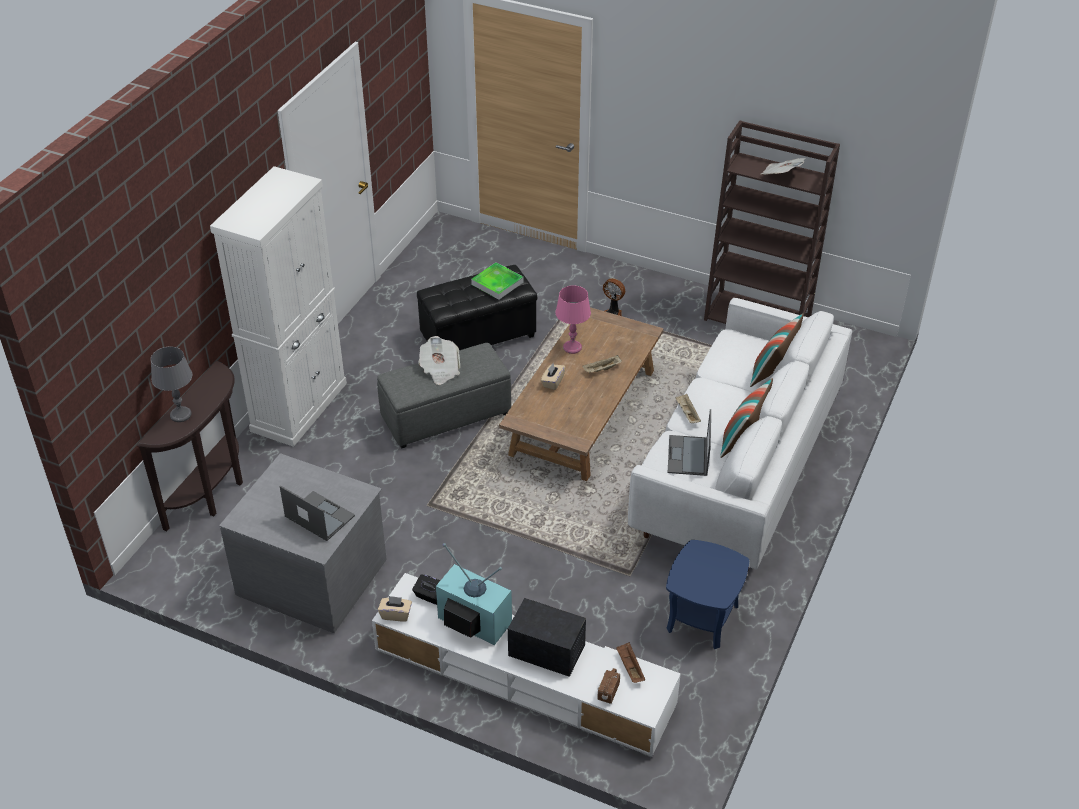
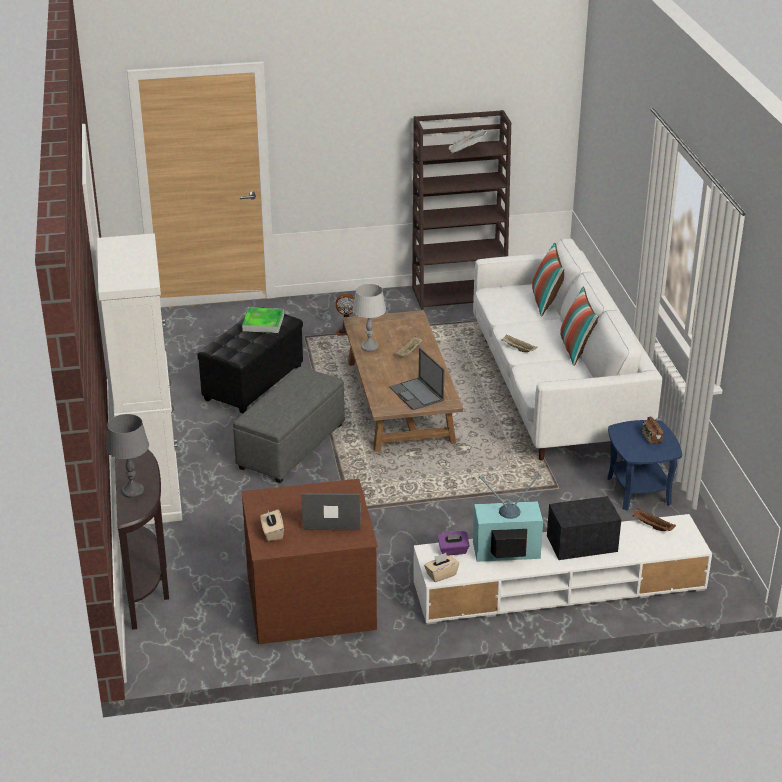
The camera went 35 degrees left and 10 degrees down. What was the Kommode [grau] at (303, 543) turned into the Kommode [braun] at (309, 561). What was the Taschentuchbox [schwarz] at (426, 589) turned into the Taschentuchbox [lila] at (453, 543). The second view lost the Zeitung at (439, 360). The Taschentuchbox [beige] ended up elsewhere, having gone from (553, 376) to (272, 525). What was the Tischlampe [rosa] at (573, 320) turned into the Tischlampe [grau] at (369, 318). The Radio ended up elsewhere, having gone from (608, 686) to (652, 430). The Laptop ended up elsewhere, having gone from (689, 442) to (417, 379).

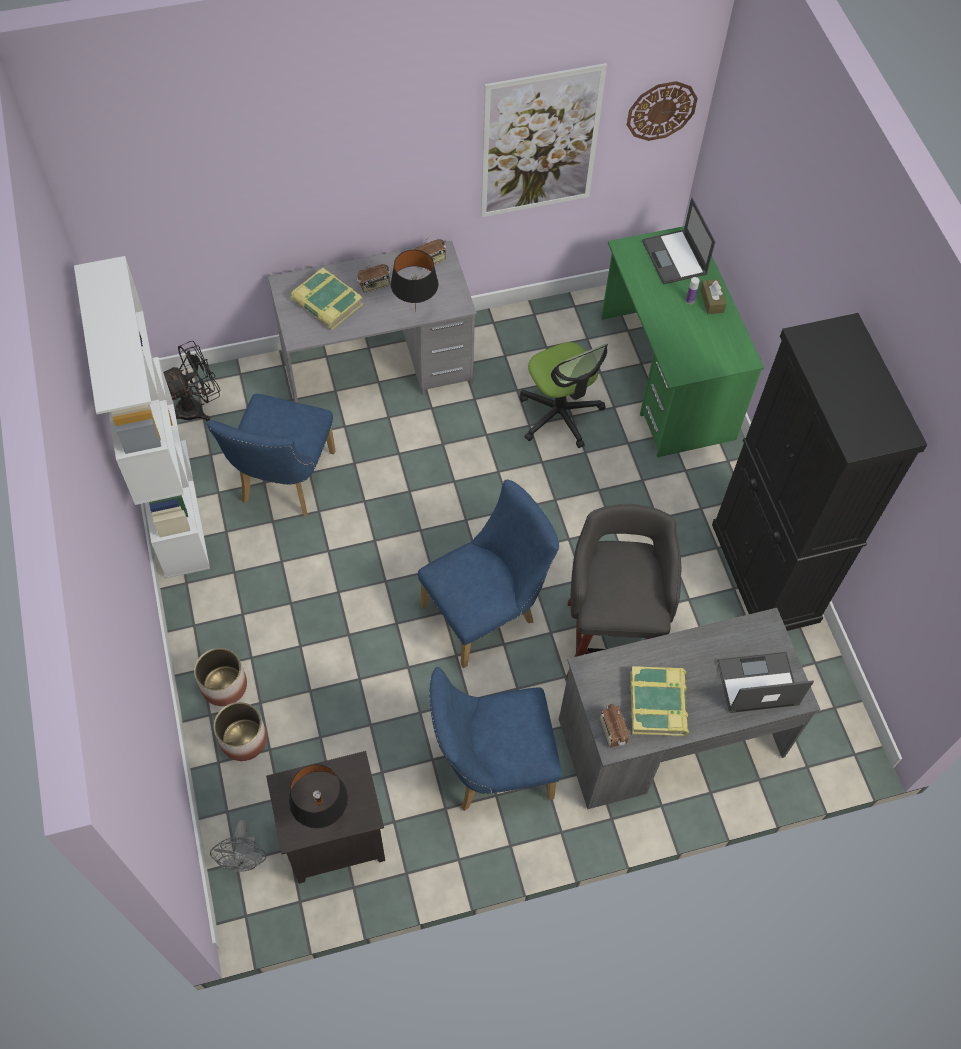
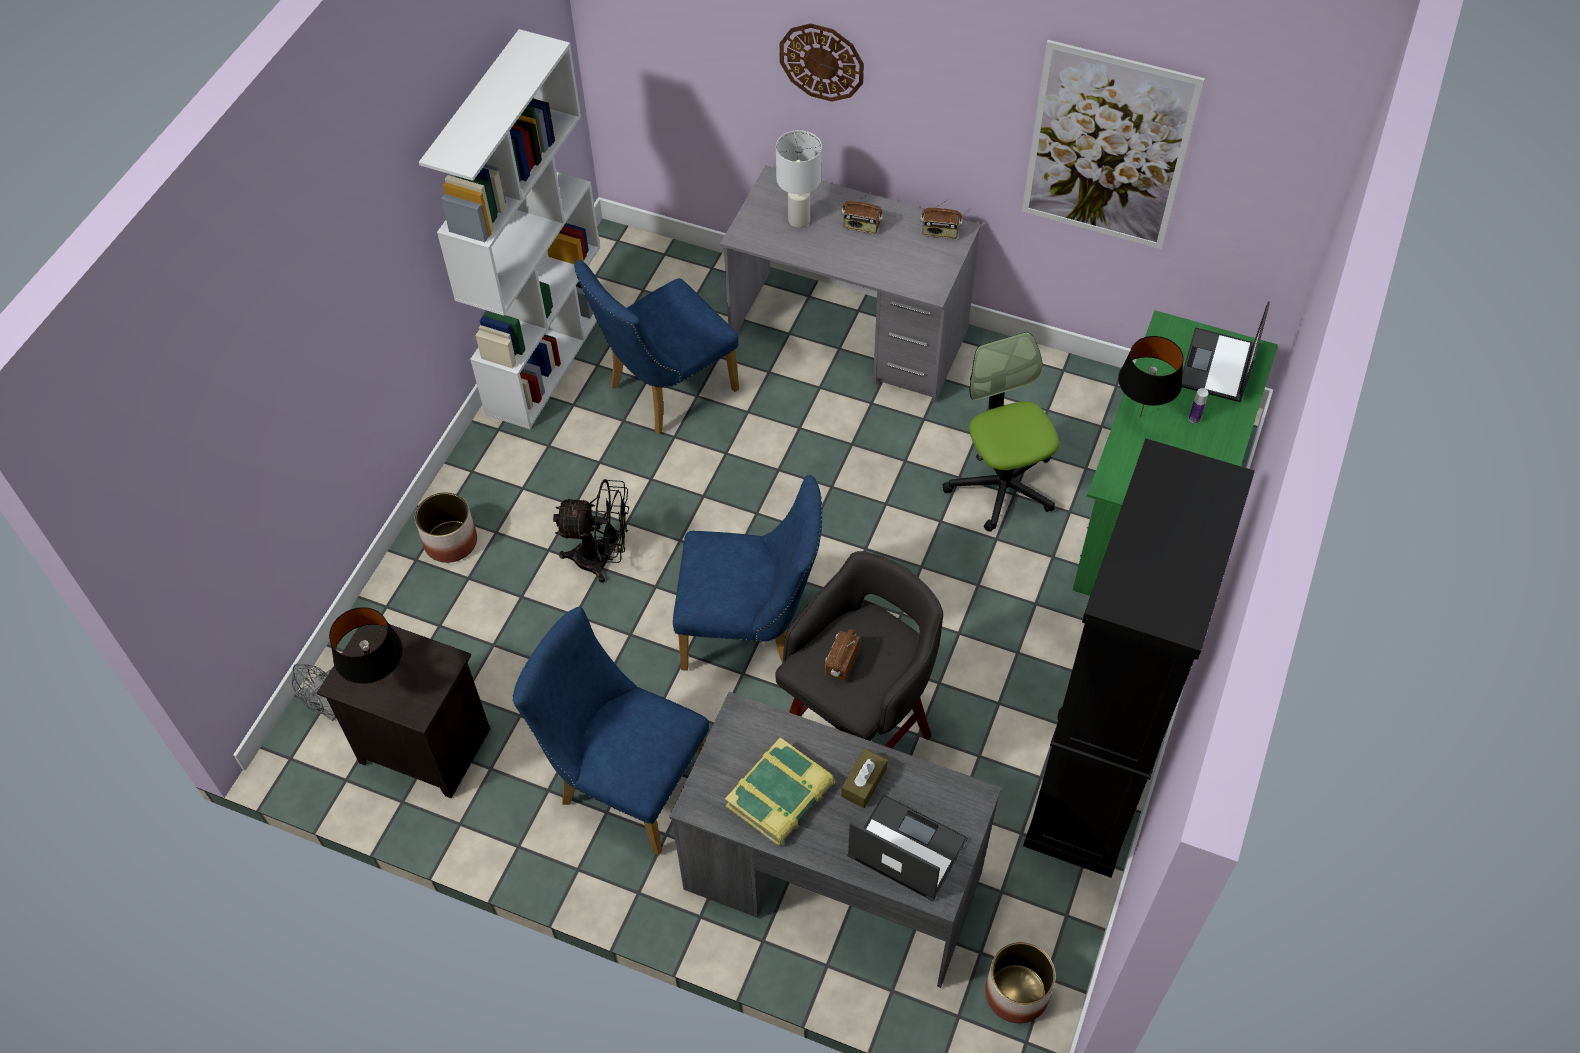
The camera went 40 degrees right and 5 degrees down. The Ventilator [schwarz] ended up elsewhere, having gone from (191, 381) to (591, 531). The Pflanzkübel ended up elsewhere, having gone from (240, 731) to (1020, 982). Where the Buch stood at (326, 298), the Tischlampe [weiß] came to stand at (799, 179). The Tischlampe [schwarz] ended up elsewhere, having gone from (414, 281) to (1150, 376). The Bürostuhl at (563, 395) ended up facing another way, 150 degrees clockwise from before. The Radio ended up elsewhere, having gone from (614, 725) to (842, 655). The Wanduhr ended up elsewhere, having gone from (662, 111) to (821, 62). The Taschentuchbox [braun] ended up elsewhere, having gone from (713, 296) to (864, 778).

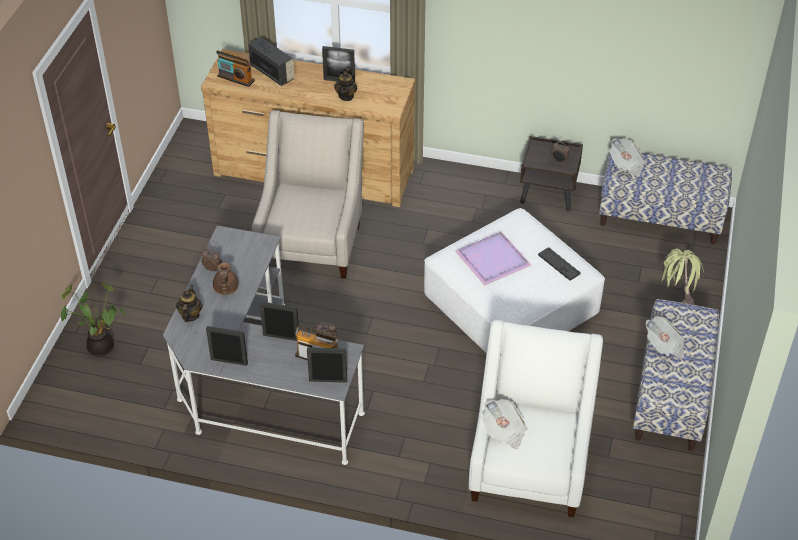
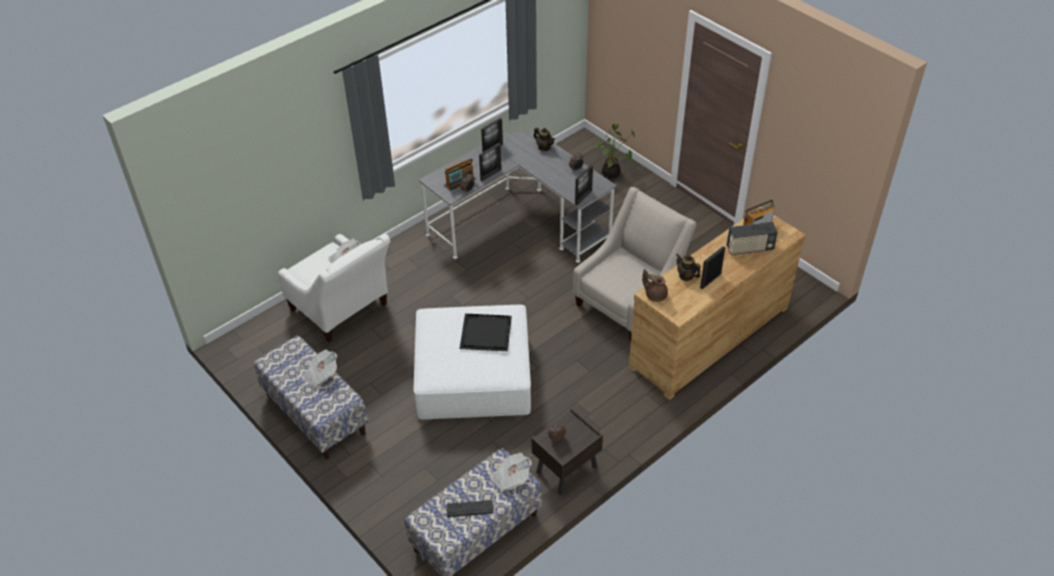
The camera went 125 degrees right and 0 degrees up. The Teekanne [braun] ended up elsewhere, having gone from (226, 279) to (655, 285). The Sessel [beige] at (308, 194) ended up facing another way, 90 degrees counterclockwise from before. The Bilderrahmen ended up elsewhere, having gone from (327, 365) to (584, 185). What was the Tablett [lila] at (493, 258) turned into the Tablett [schwarz] at (486, 332). The Tastatur ended up elsewhere, having gone from (559, 264) to (470, 508). The second view lost the Topfpflanze at (683, 277).

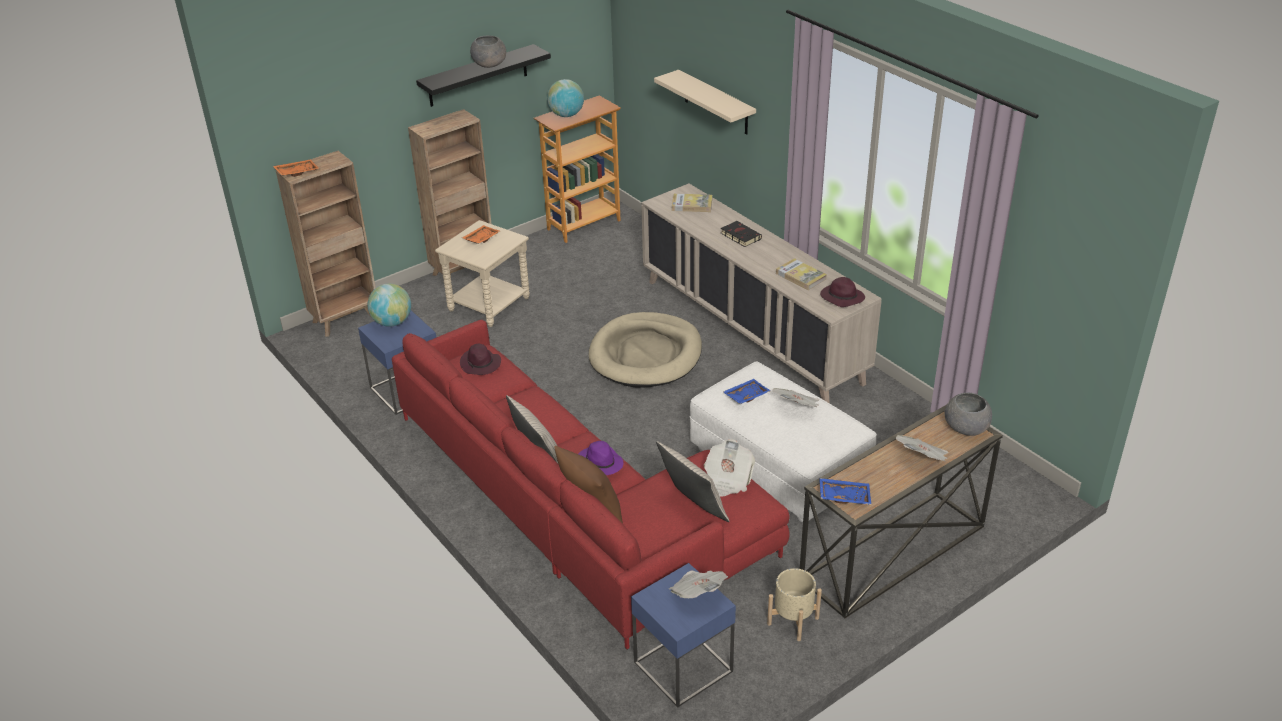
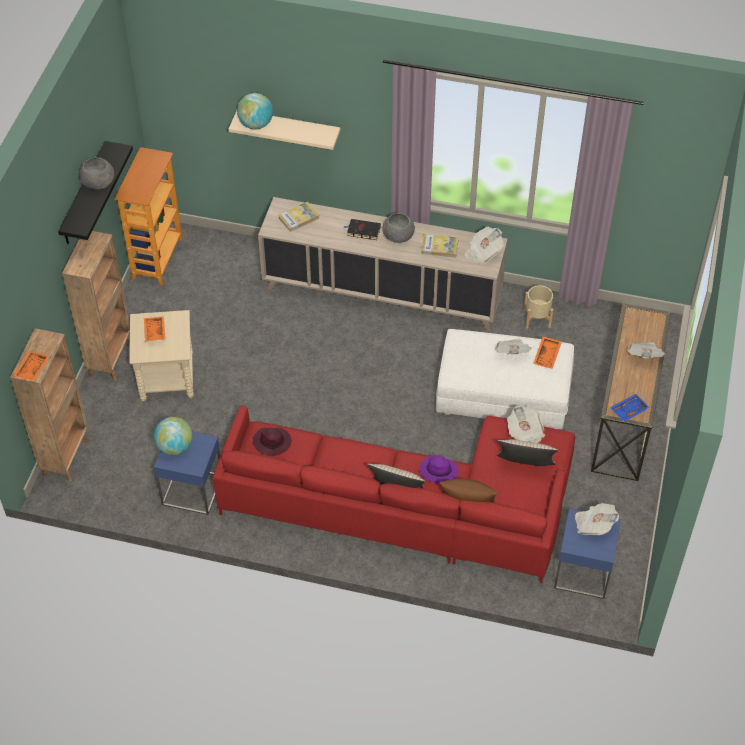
The camera went 40 degrees left and 15 degrees up. The Globus ended up elsewhere, having gone from (565, 98) to (255, 111). The second view lost the Hundebett [beige] at (645, 350). The second view lost the Tablett [blau] at (747, 391). The Pflanzkübel [beige] ended up elsewhere, having gone from (794, 604) to (538, 306). Where the Hut [lila] stood at (842, 292), the Zeitung came to stand at (484, 245). The Schüssel [grau] ended up elsewhere, having gone from (968, 414) to (398, 228). The second view gained the Tablett [orange] at (547, 353).

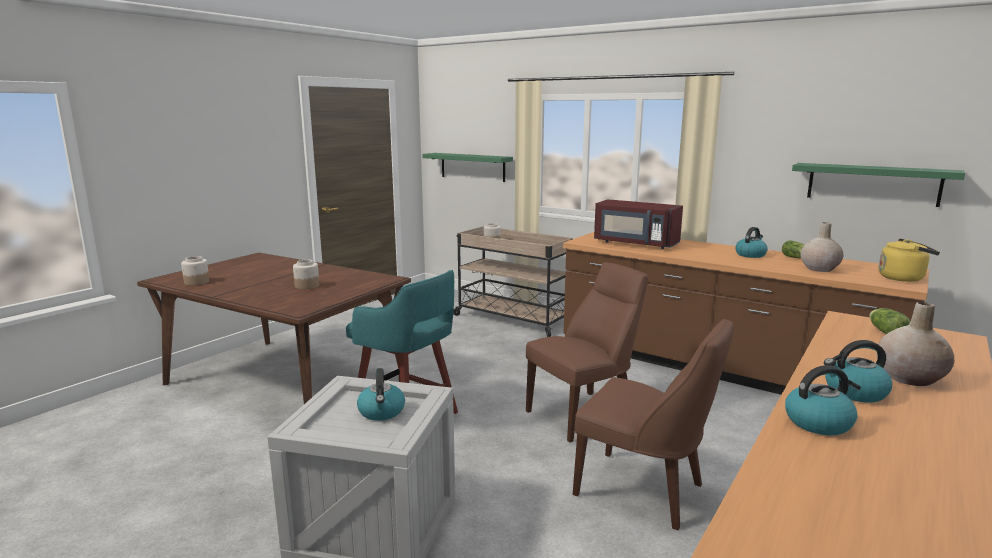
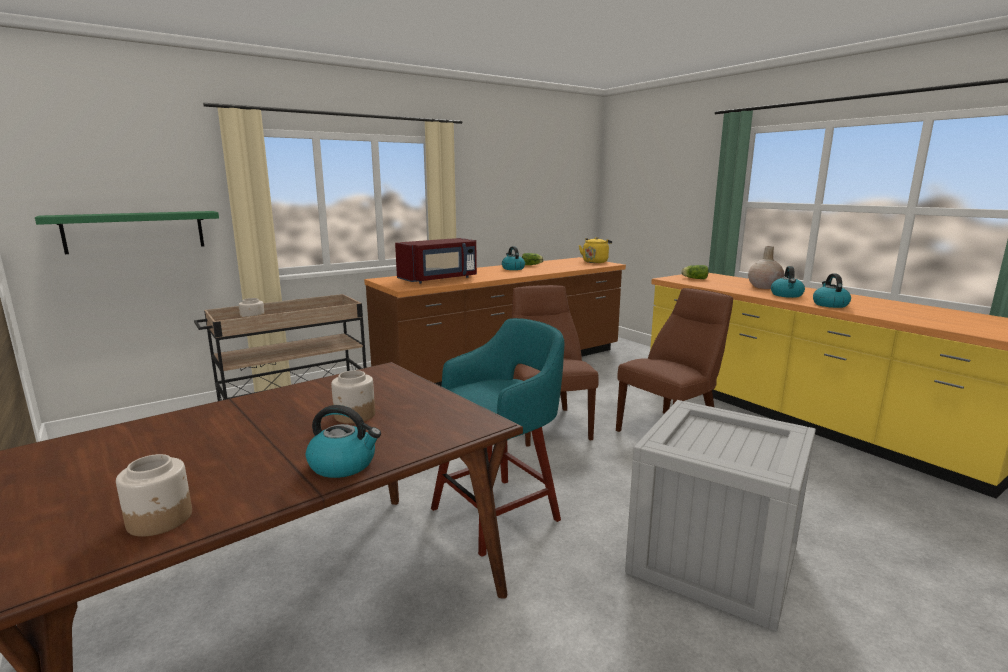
The camera went 70 degrees left and 0 degrees up. The Wasserkessel ended up elsewhere, having gone from (381, 394) to (343, 441). The second view lost the Wandregal [grün] at (878, 185). The second view lost the Vase [beige] at (821, 247).

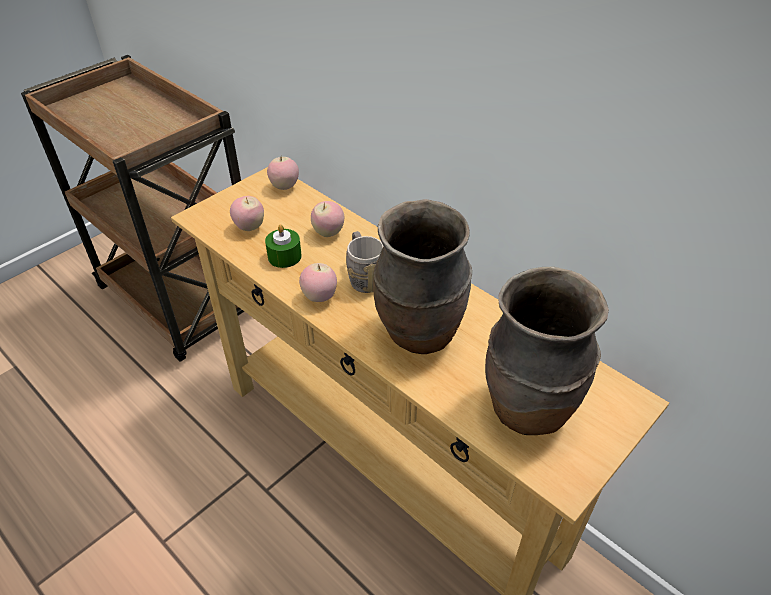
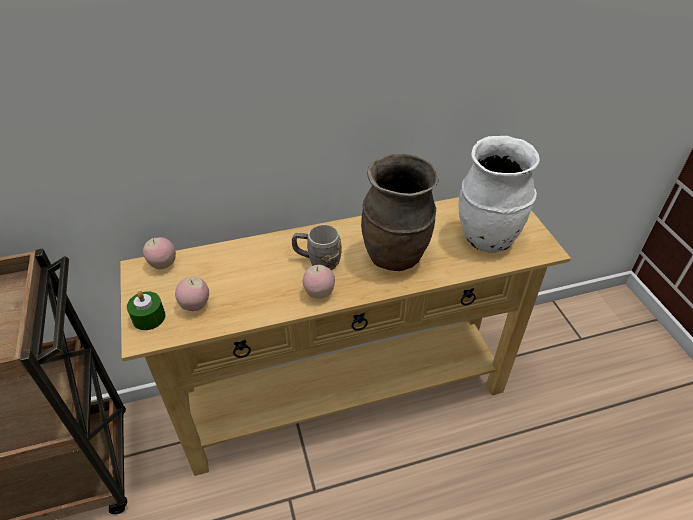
The camera went 60 degrees left and 0 degrees up. The Kerze [grün] ended up elsewhere, having gone from (283, 246) to (146, 310). The second view lost the Apfel at (327, 219). What was the Vase [braun] at (547, 351) turned into the Vase [weiß] at (499, 194).

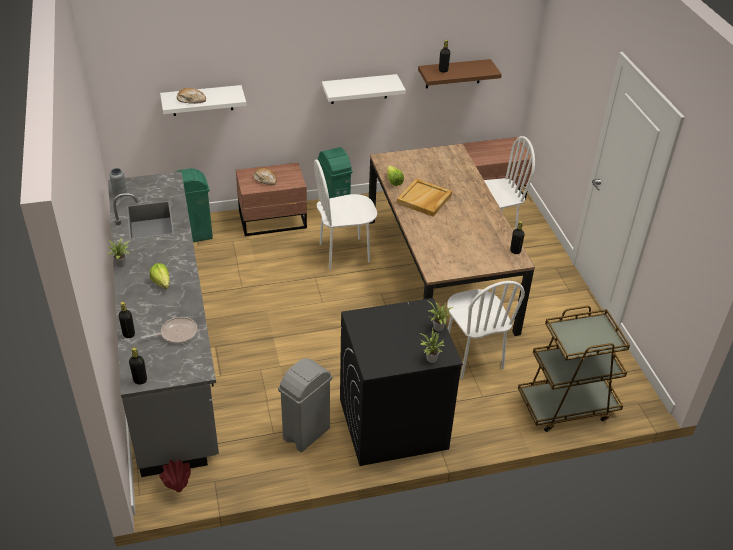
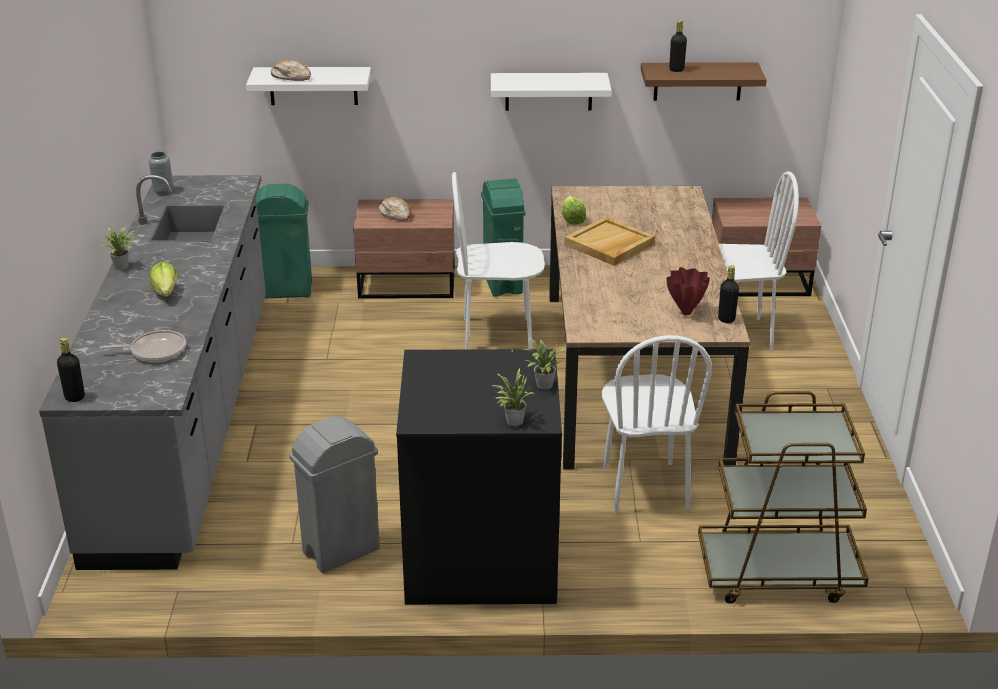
The camera went 15 degrees right and 10 degrees down. The second view lost the Flasche [schwarz] at (127, 320). The Vase [rot] ended up elsewhere, having gone from (175, 476) to (688, 291).

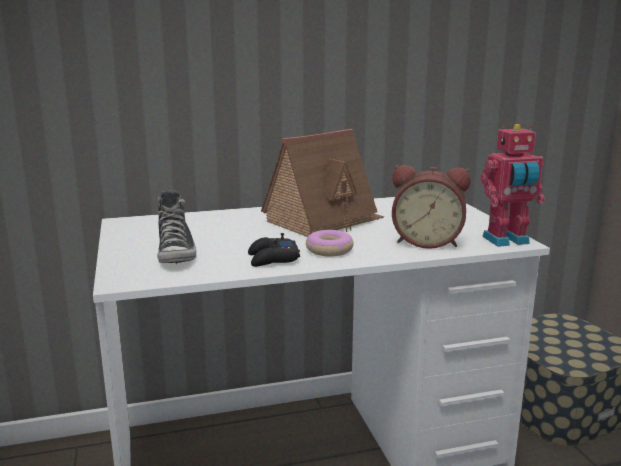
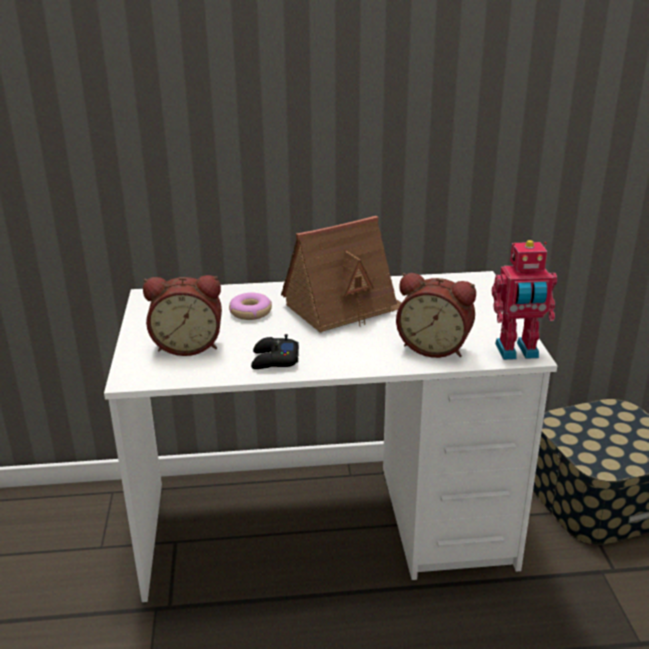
The camera went 10 degrees right and 10 degrees up. Where the Schuh stood at (176, 227), the Wecker came to stand at (182, 315). The Donut ended up elsewhere, having gone from (329, 243) to (250, 306).

